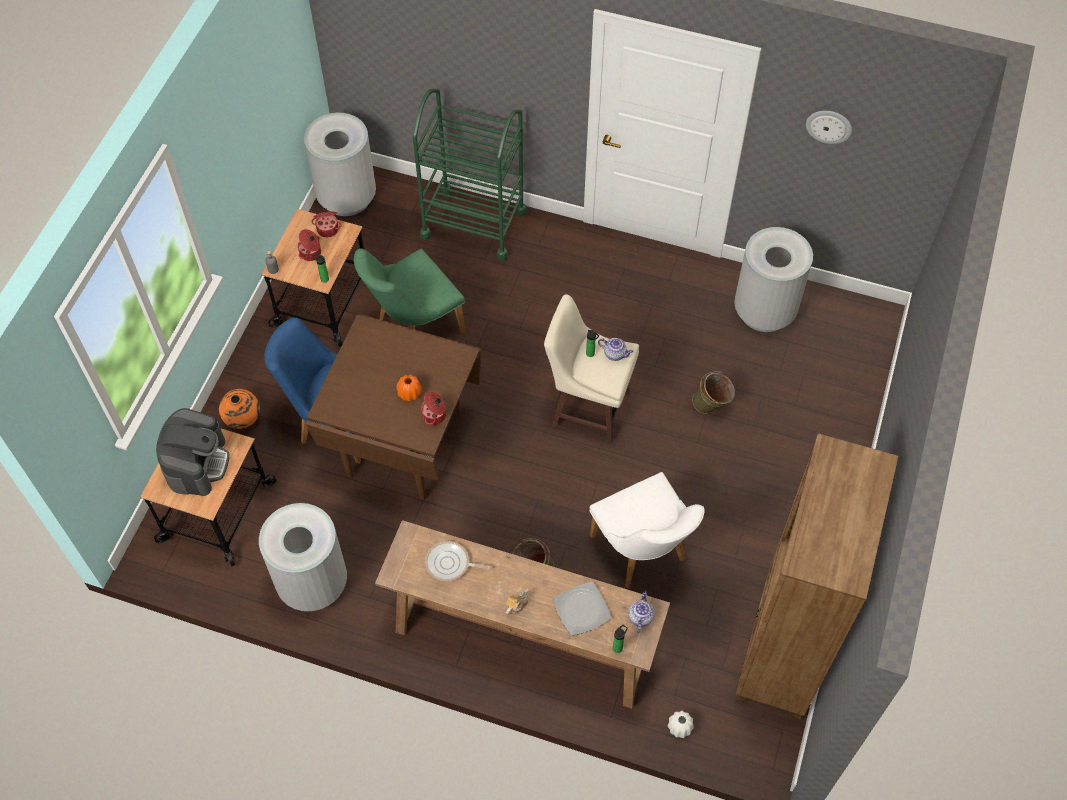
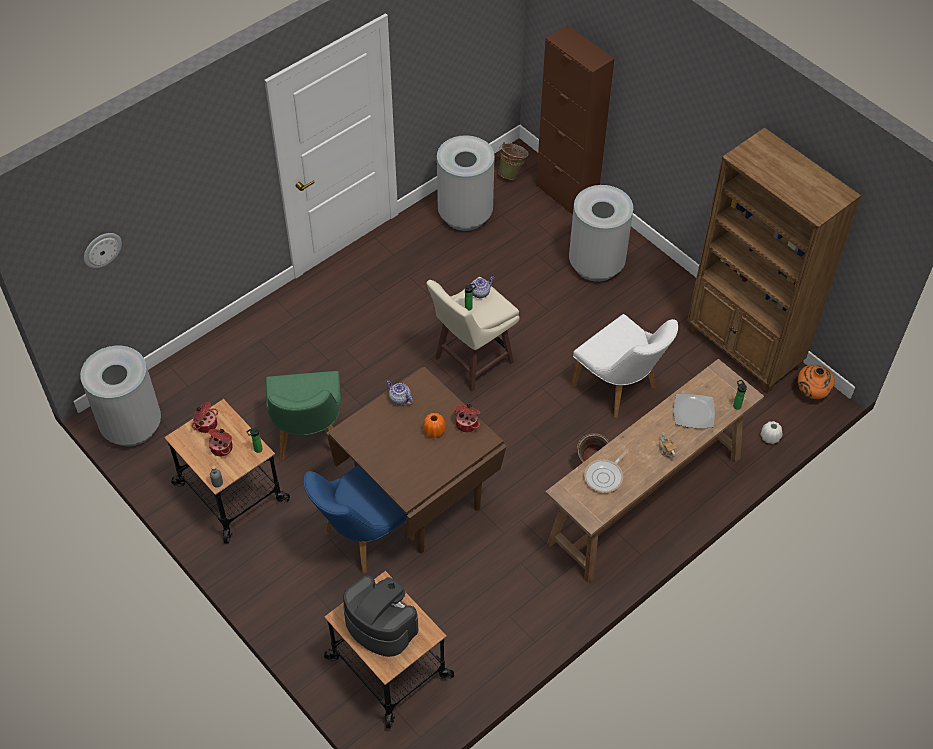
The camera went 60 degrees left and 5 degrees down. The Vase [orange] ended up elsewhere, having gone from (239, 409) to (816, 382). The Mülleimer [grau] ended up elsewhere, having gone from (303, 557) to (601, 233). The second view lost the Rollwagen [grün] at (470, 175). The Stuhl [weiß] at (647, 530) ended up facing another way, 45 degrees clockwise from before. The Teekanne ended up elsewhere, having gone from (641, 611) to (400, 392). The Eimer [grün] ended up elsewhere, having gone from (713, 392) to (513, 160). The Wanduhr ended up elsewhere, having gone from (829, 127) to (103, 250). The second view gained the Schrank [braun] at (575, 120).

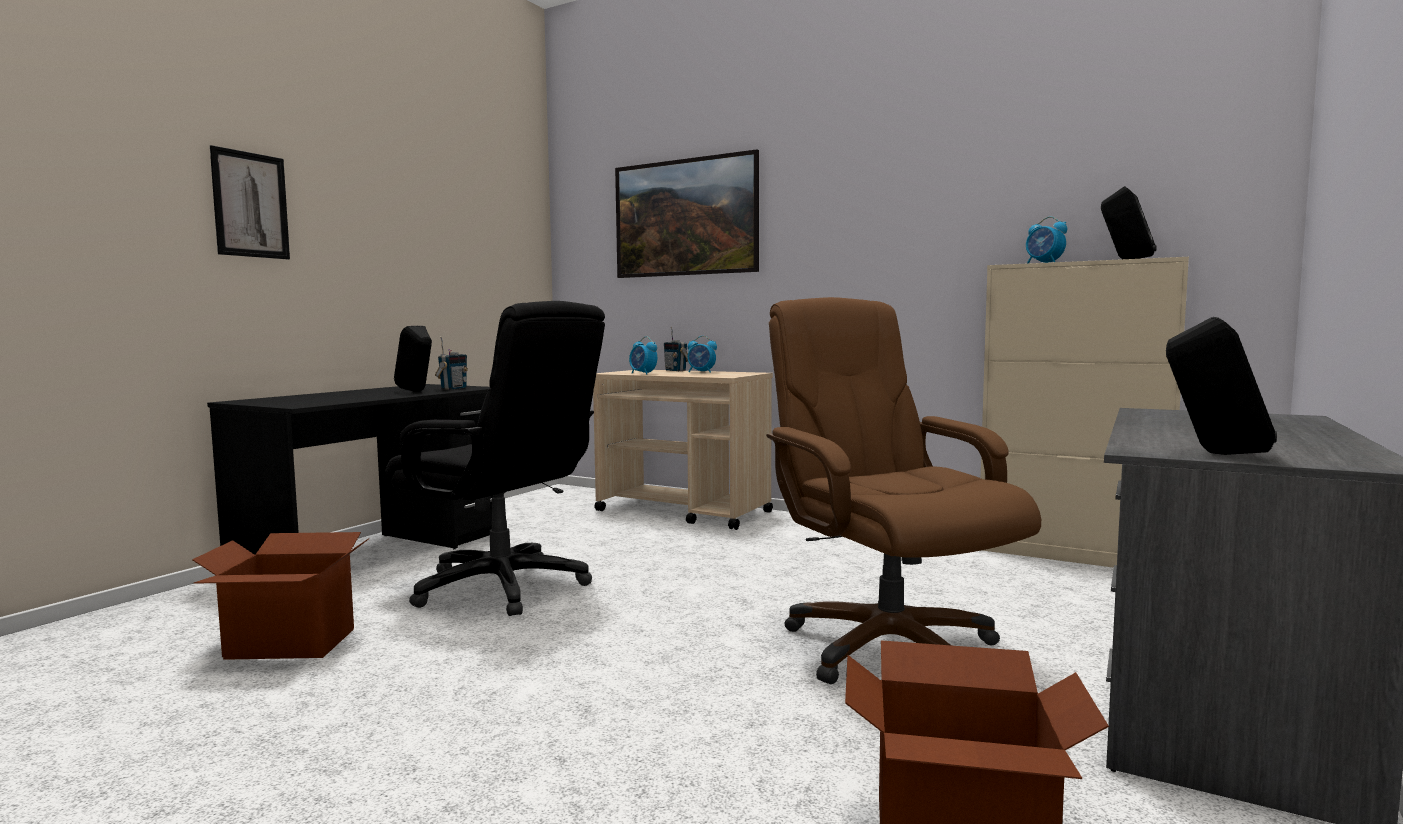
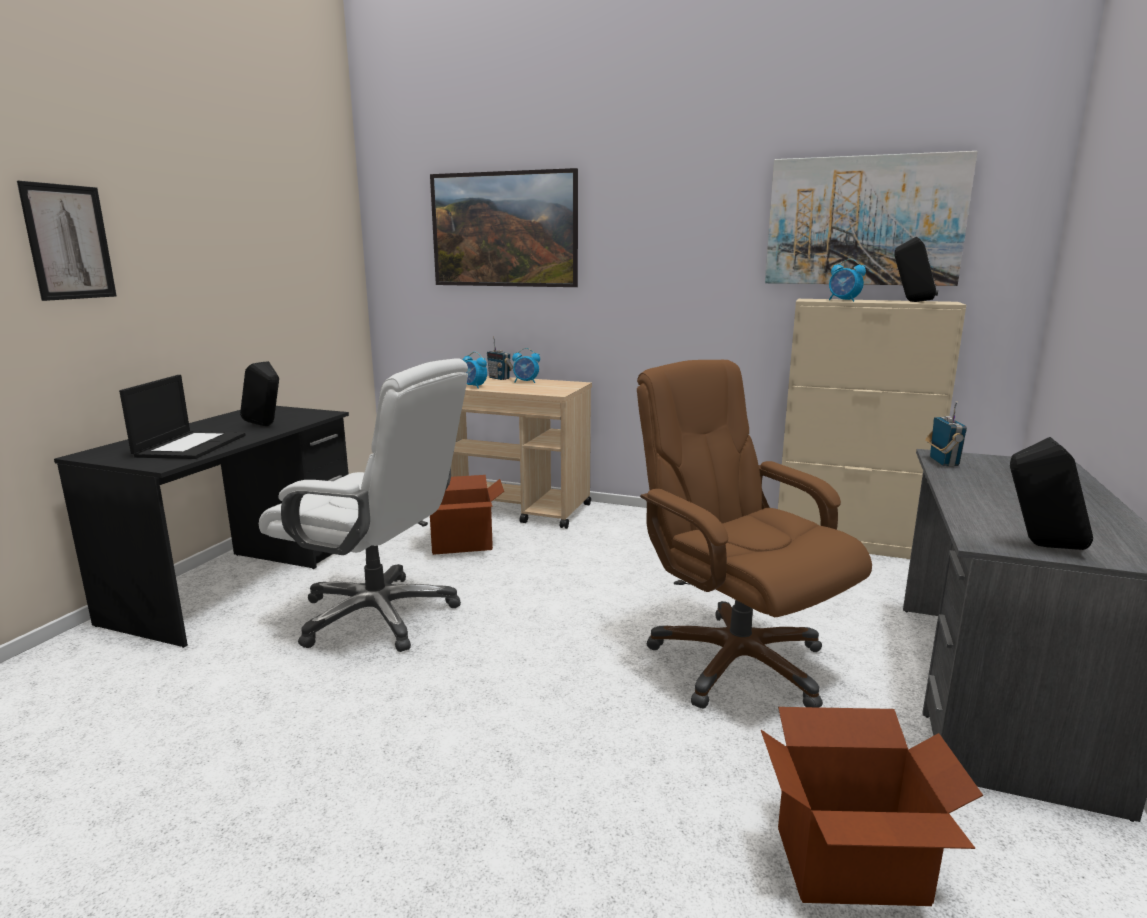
The camera went 10 degrees left and 10 degrees up. The Karton ended up elsewhere, having gone from (280, 596) to (467, 515). What was the Bürostuhl [schwarz] at (495, 458) turned into the Bürostuhl [weiß] at (363, 505). The Radio ended up elsewhere, having gone from (451, 363) to (946, 433). The second view gained the Laptop at (182, 417). The second view gained the Bild at (871, 218).

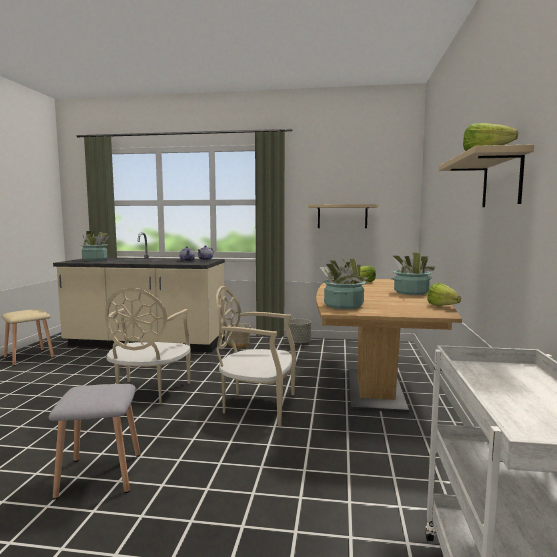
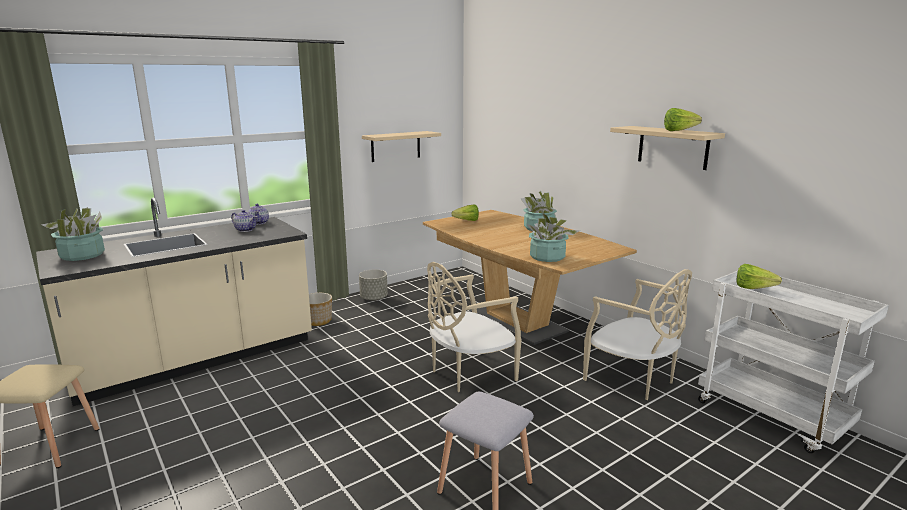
The camera went 45 degrees left and 10 degrees up. The Stuhl [beige] ended up elsewhere, having gone from (147, 346) to (637, 334). The Salatkopf ended up elsewhere, having gone from (444, 294) to (759, 276).

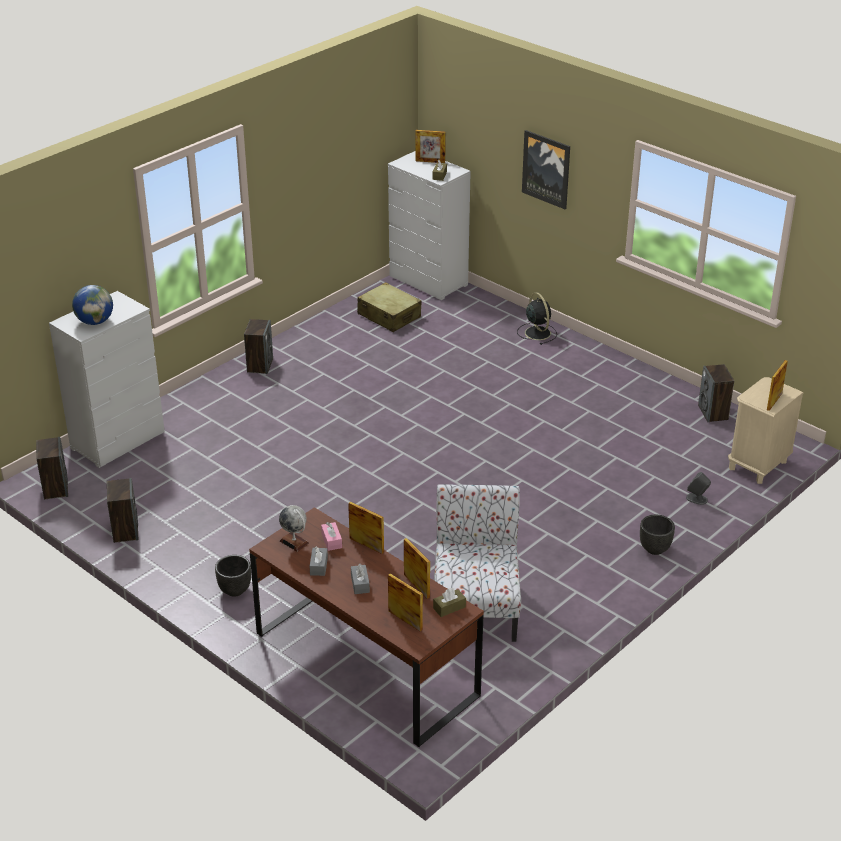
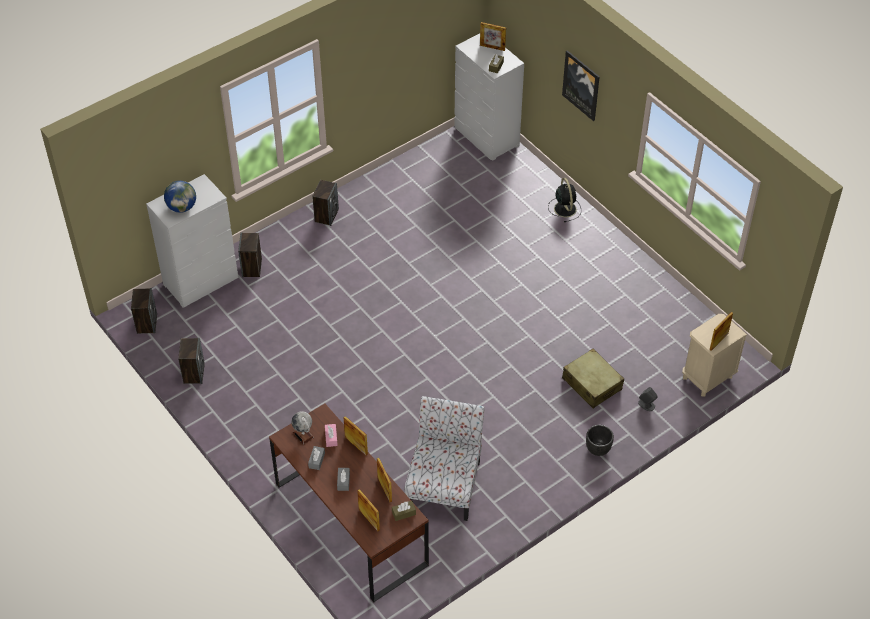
The camera went 10 degrees right and 15 degrees up. The second view lost the Pflanzkübel [schwarz] at (233, 576). The Koffer [beige] ended up elsewhere, having gone from (389, 307) to (593, 378). The Lautsprecher ended up elsewhere, having gone from (716, 393) to (250, 255).

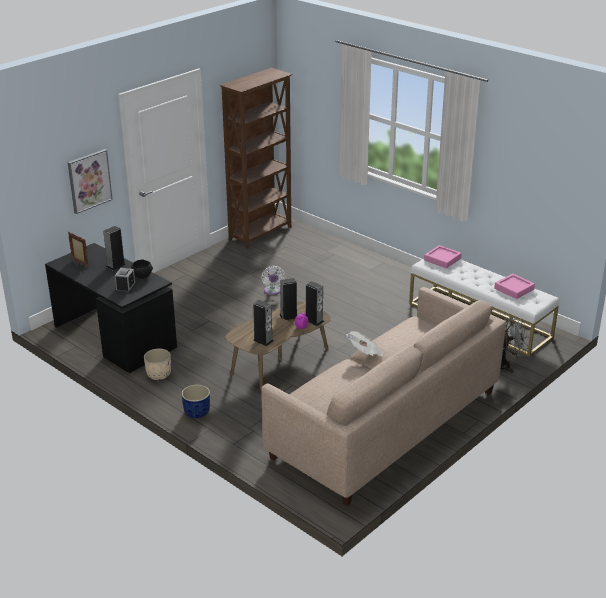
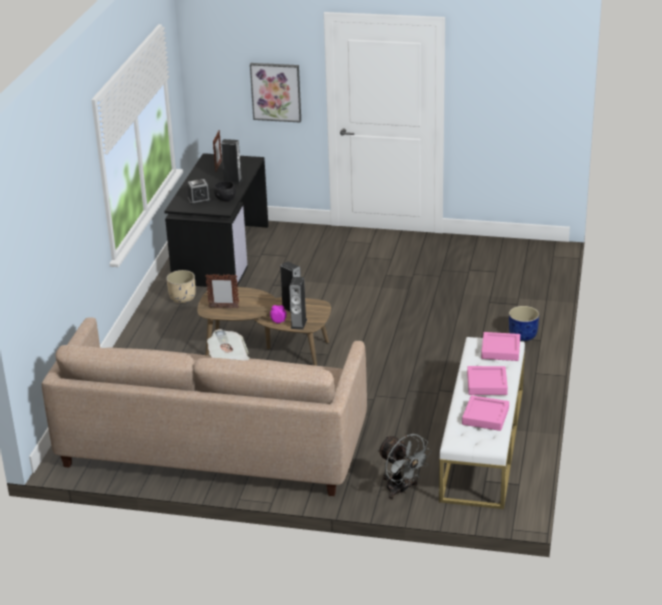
The camera went 60 degrees right and 0 degrees up. The Pflanzkübel [blau] ended up elsewhere, having gone from (195, 401) to (524, 323). The second view lost the Bücherregal [braun] at (256, 158). Where the Lautsprecher stood at (263, 323), the Bilderrahmen came to stand at (222, 291). The second view lost the Ventilator [weiß] at (273, 280). The second view gained the Tablett [rosa] at (487, 380).

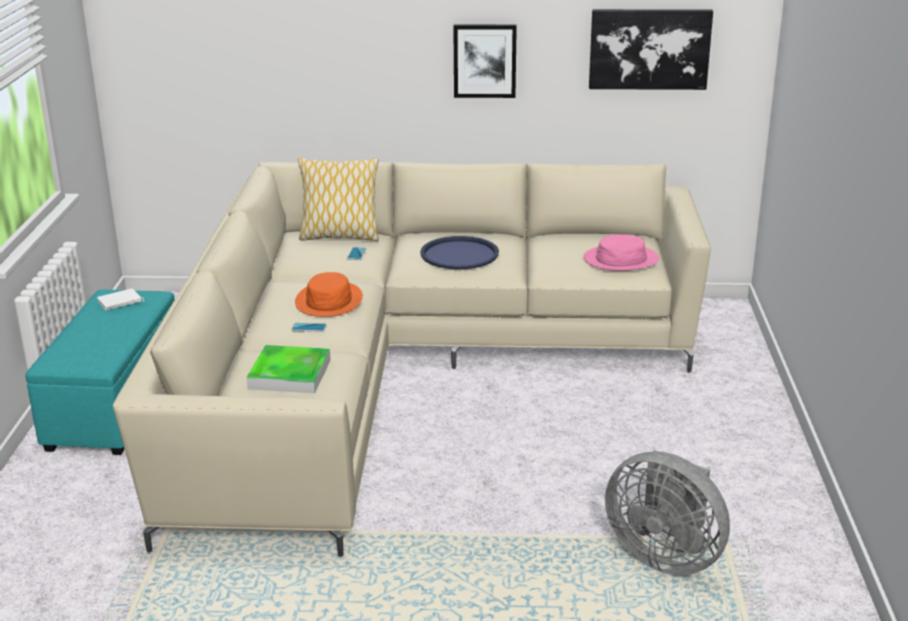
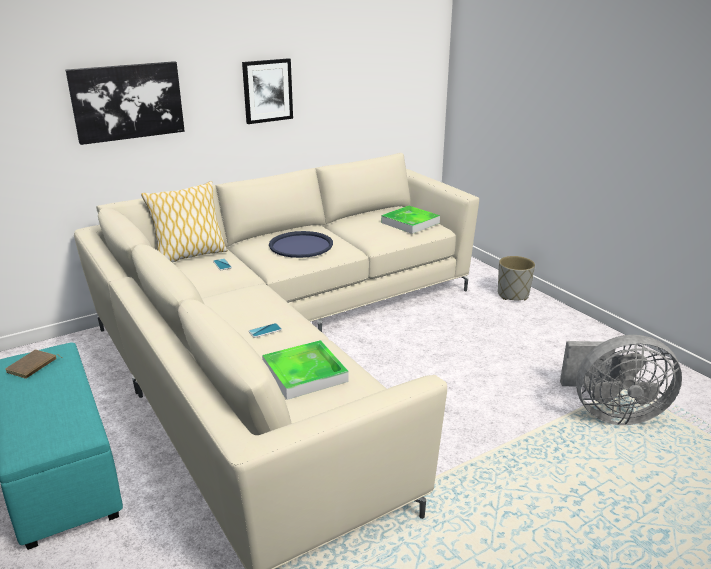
The camera went 35 degrees left and 0 degrees up. What was the Buch [weiß] at (120, 299) turned into the Buch [braun] at (33, 364). The second view lost the Hut [orange] at (329, 294). Where the Hut [rosa] stood at (621, 252), the Tablett came to stand at (410, 220). The Bild ended up elsewhere, having gone from (651, 49) to (125, 103). The second view gained the Pflanzkübel [grau] at (516, 278).

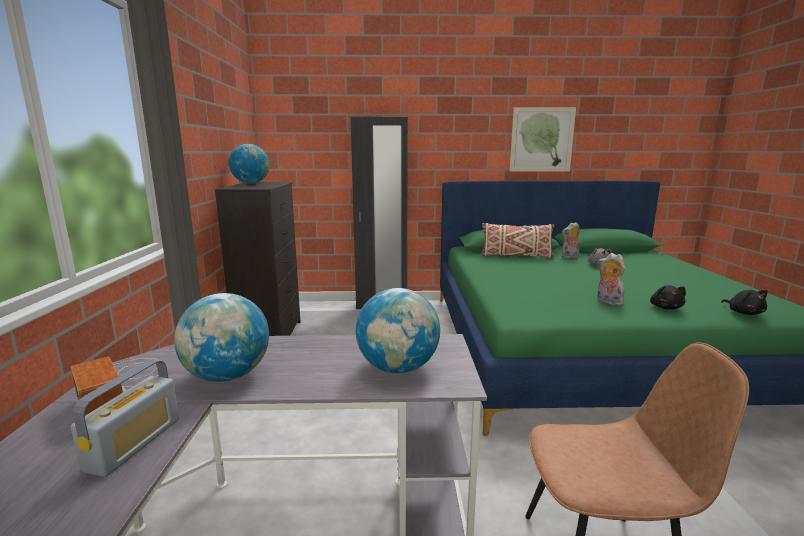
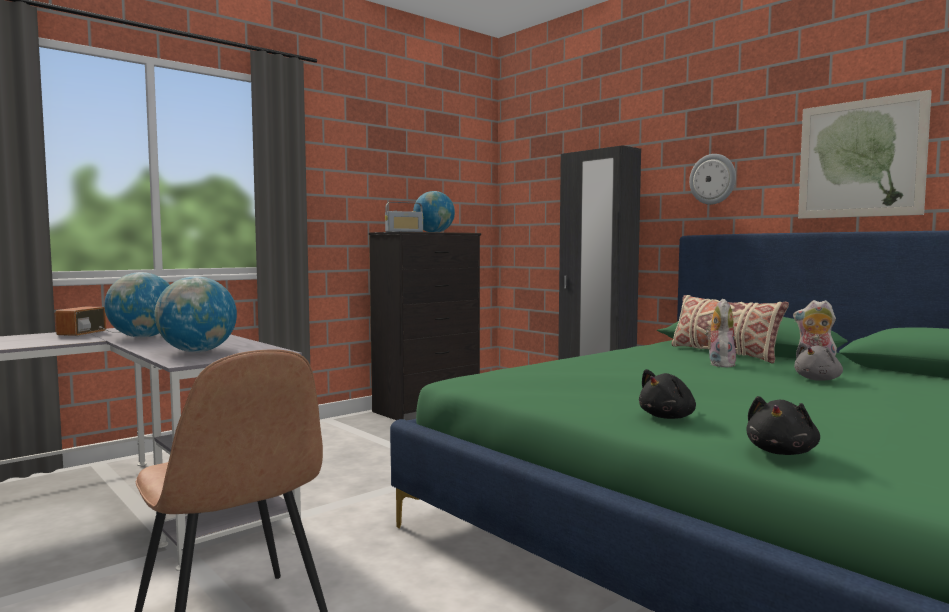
The camera went 50 degrees right and 10 degrees down. The Radio ended up elsewhere, having gone from (125, 418) to (404, 217). The Plüschtier ended up elsewhere, having gone from (611, 279) to (720, 333). The second view gained the Wanduhr at (712, 179).

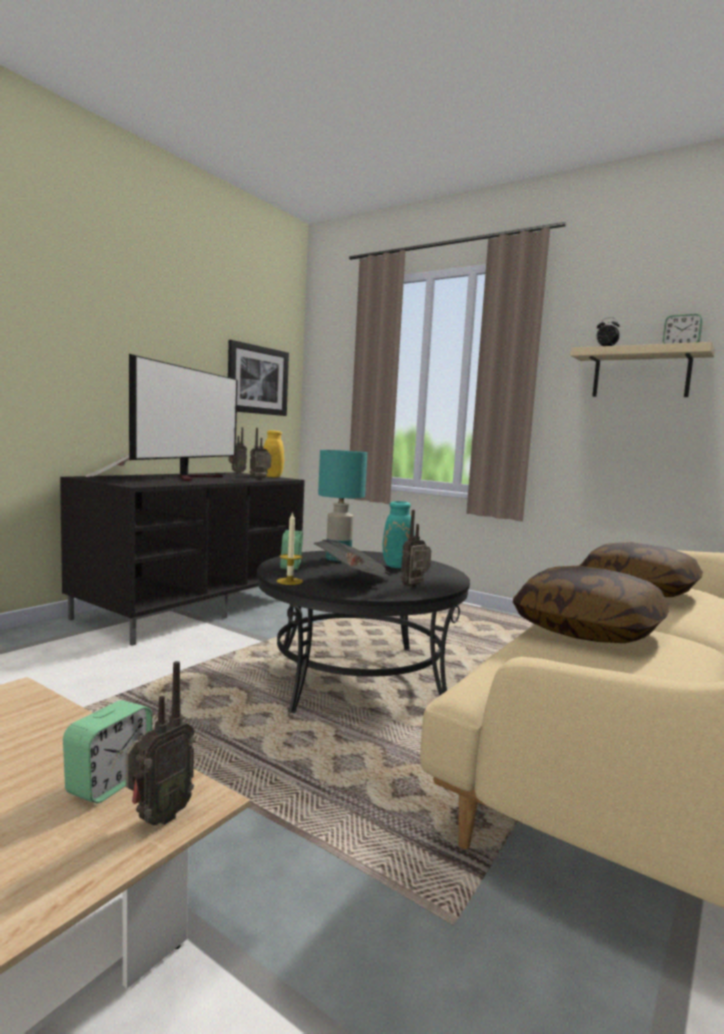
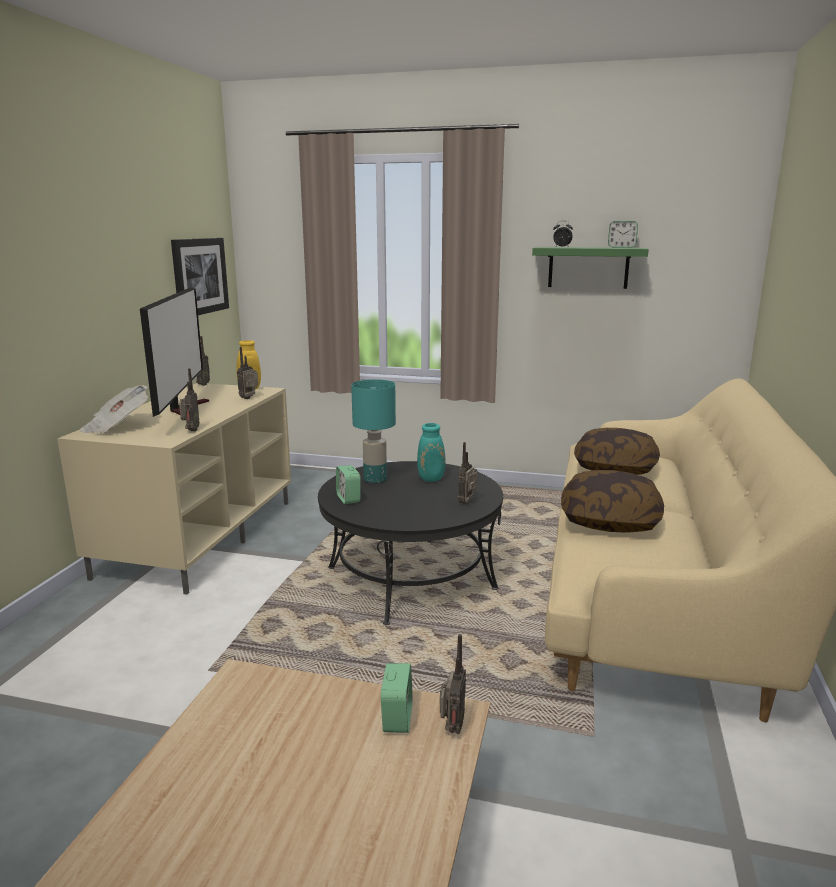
The camera went 20 degrees left and 10 degrees up. What was the Fernsehschrank [schwarz] at (182, 559) turned into the Fernsehschrank [beige] at (174, 489). The second view lost the Kerze at (290, 548). The second view lost the Zeitung at (352, 558). What was the Wandregal [beige] at (642, 369) turned into the Wandregal [grün] at (590, 268). The second view gained the Radio at (189, 399).

